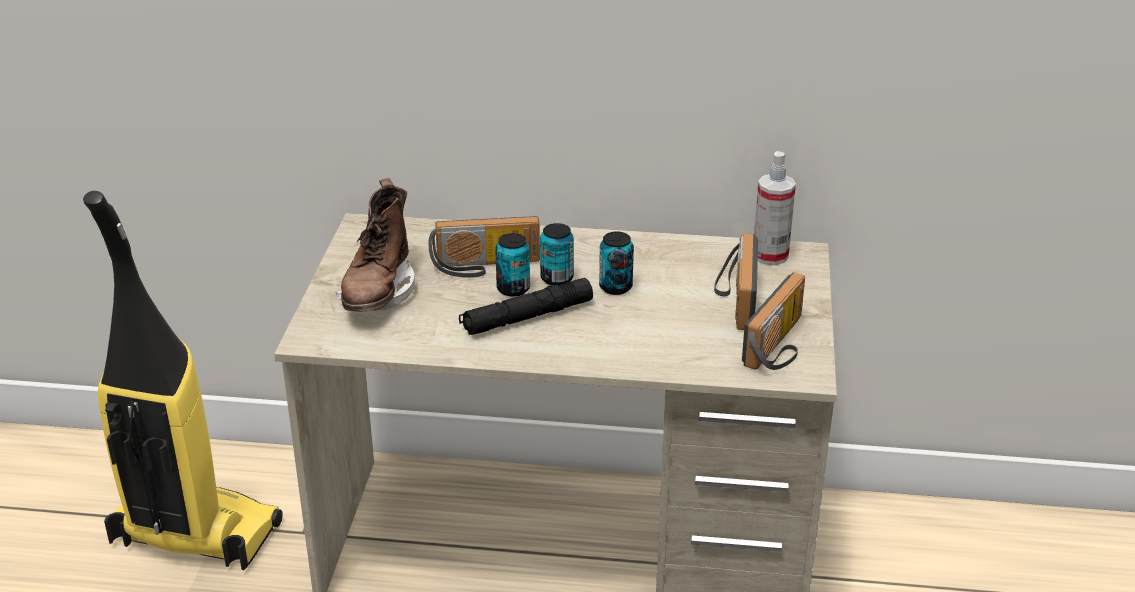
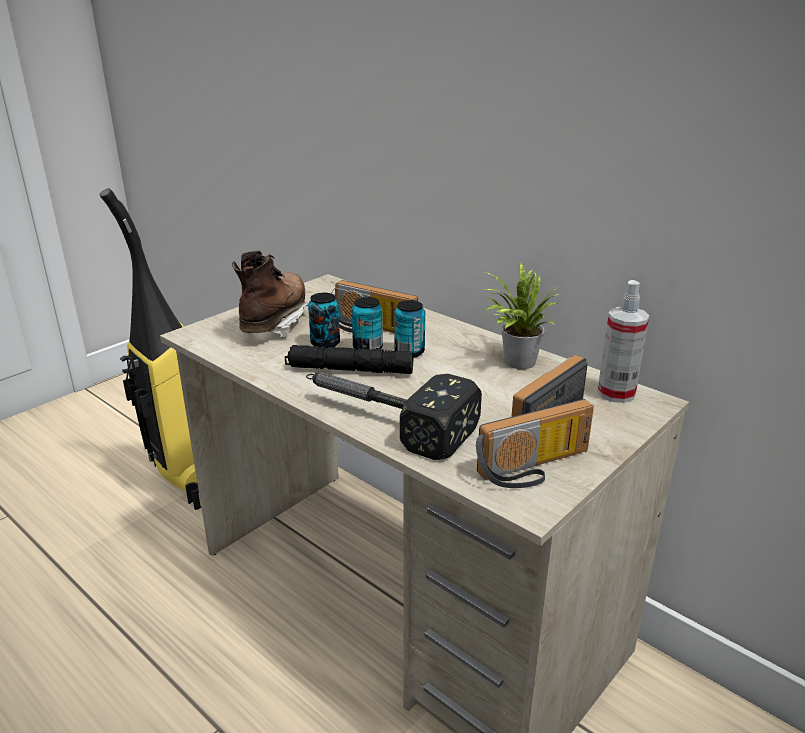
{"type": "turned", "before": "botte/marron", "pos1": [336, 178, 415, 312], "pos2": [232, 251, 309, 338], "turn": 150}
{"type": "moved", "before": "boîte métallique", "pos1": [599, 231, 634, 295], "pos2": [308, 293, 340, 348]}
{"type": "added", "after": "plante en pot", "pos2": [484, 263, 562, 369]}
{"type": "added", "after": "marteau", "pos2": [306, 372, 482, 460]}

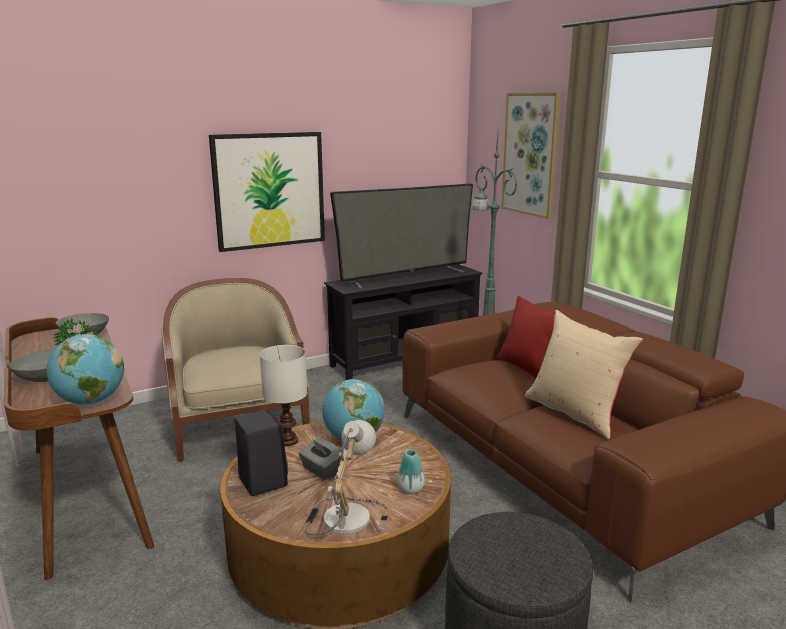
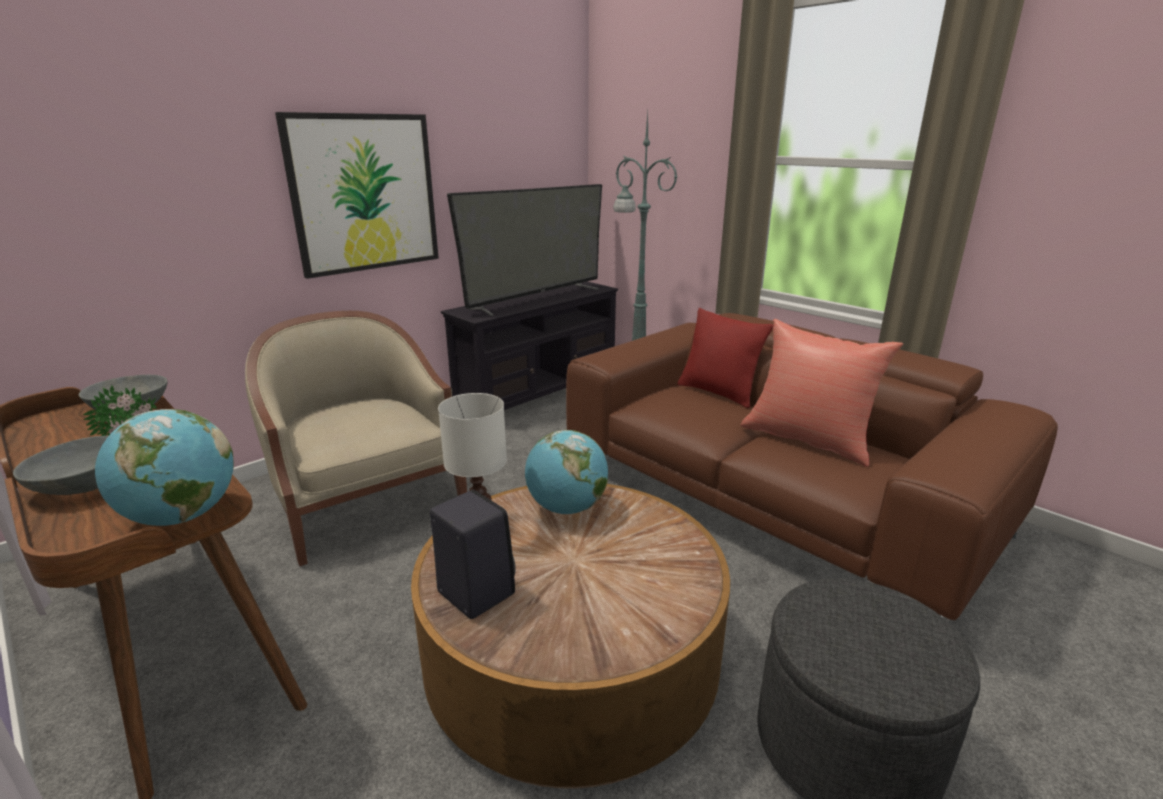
{"type": "removed", "before": "tableau", "pos1": [501, 92, 561, 219]}
{"type": "recoloured", "before": "coussin/beige", "after": "coussin/rouge", "pos1": [525, 310, 643, 440], "pos2": [741, 319, 903, 467]}
{"type": "removed", "before": "lampe de table", "pos1": [305, 420, 388, 535]}
{"type": "removed", "before": "boîte à mouchoirs/gris", "pos1": [298, 439, 342, 480]}
{"type": "removed", "before": "vase", "pos1": [397, 450, 425, 494]}

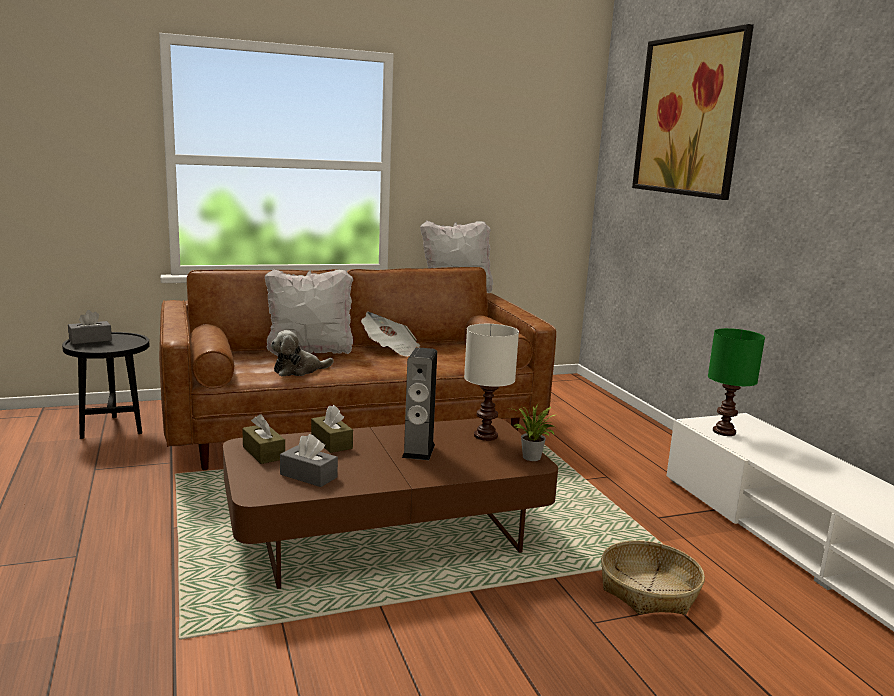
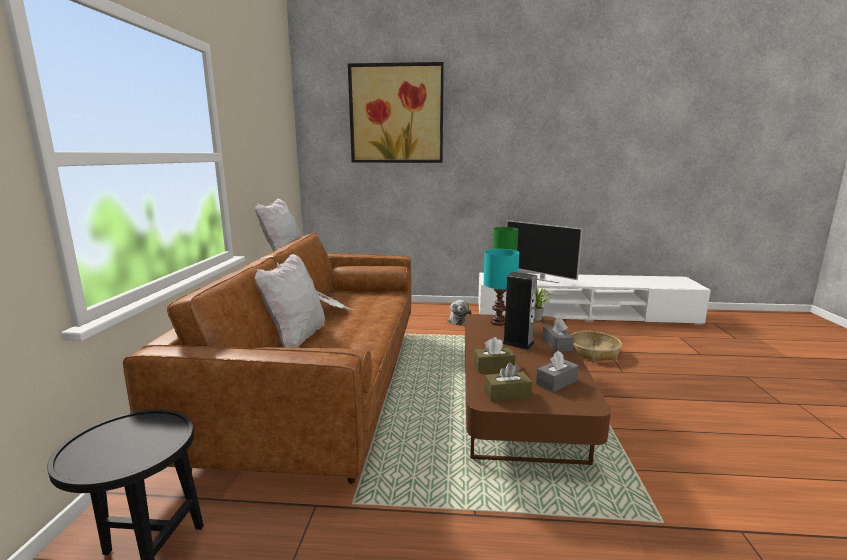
{"type": "moved", "before": "boîte à mouchoirs/gris", "pos1": [68, 310, 112, 344], "pos2": [542, 318, 574, 352]}
{"type": "recoloured", "before": "lampe de table/blanc", "after": "lampe de table/turquoise", "pos1": [464, 324, 519, 441], "pos2": [484, 249, 519, 326]}
{"type": "moved", "before": "peluche", "pos1": [271, 330, 334, 376], "pos2": [448, 300, 471, 325]}
{"type": "added", "after": "téléviseur", "pos2": [506, 220, 583, 283]}

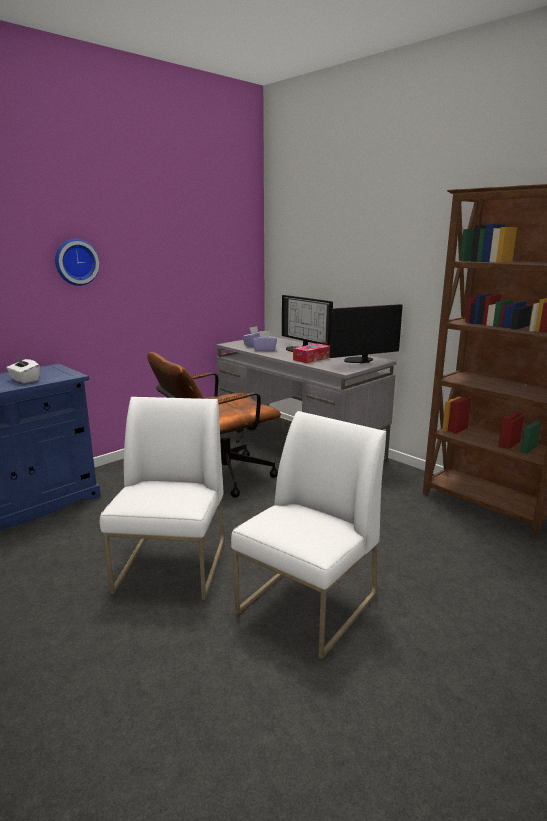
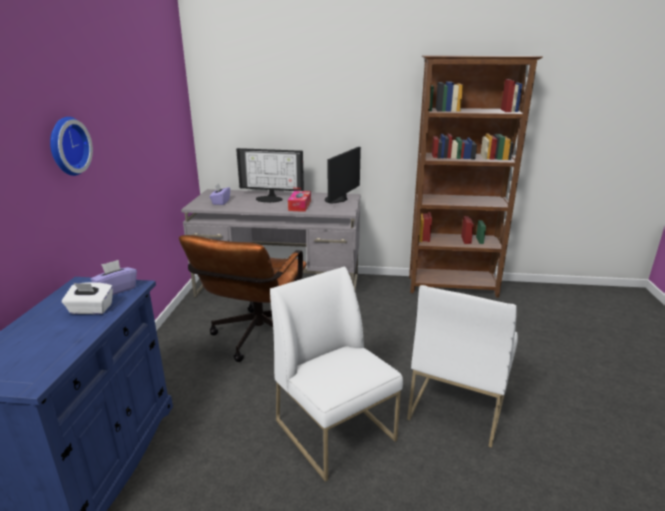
{"type": "moved", "before": "boîte à mouchoirs/violet", "pos1": [252, 331, 277, 351], "pos2": [91, 260, 137, 295]}
{"type": "turned", "before": "chaise/blanc", "pos1": [231, 411, 386, 659], "pos2": [407, 285, 518, 448], "turn": -150}

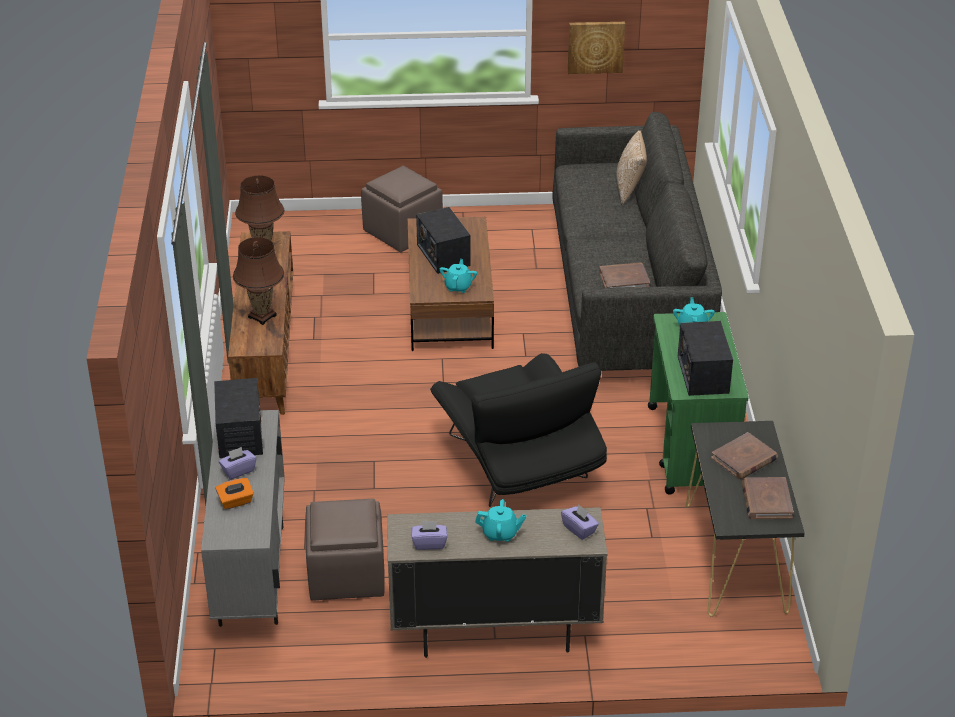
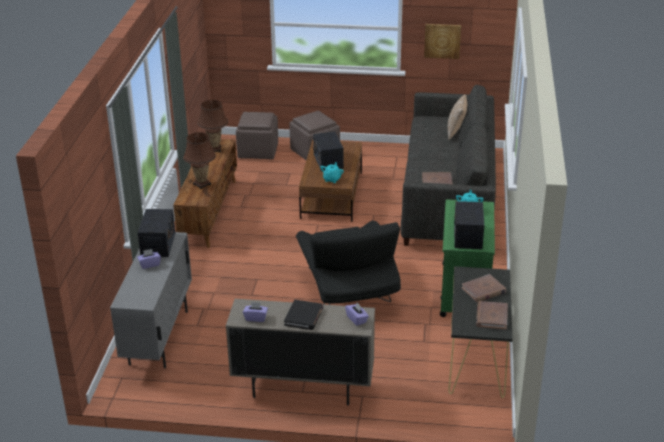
{"type": "removed", "before": "boîte à mouchoirs/orange", "pos1": [215, 478, 254, 509]}
{"type": "moved", "before": "pouf/marron", "pos1": [306, 499, 385, 601], "pos2": [236, 112, 278, 160]}
{"type": "replaced", "before": "théière/turquoise", "after": "livre/noir", "pos1": [475, 499, 526, 542], "pos2": [284, 300, 323, 330]}

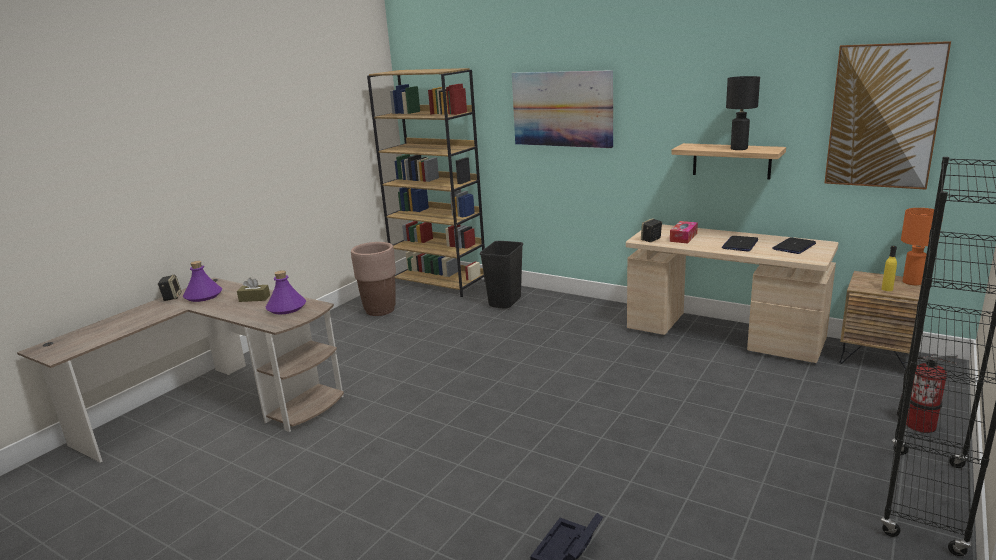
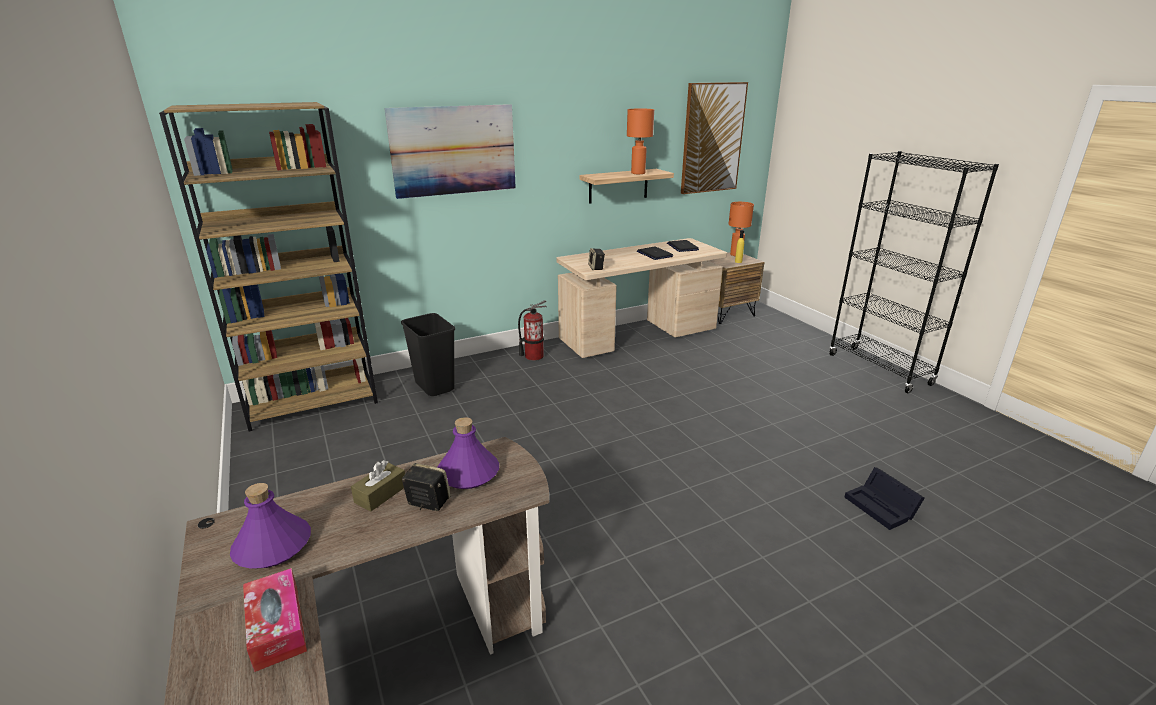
{"type": "recoloured", "before": "lampe de table/noir", "after": "lampe de table/orange", "pos1": [726, 76, 760, 150], "pos2": [627, 109, 654, 174]}
{"type": "moved", "before": "boîte à mouchoirs", "pos1": [670, 221, 698, 243], "pos2": [243, 568, 307, 672]}
{"type": "removed", "before": "cache-pot/marron", "pos1": [351, 242, 396, 316]}
{"type": "moved", "before": "enceinte", "pos1": [158, 274, 182, 301], "pos2": [402, 463, 451, 511]}
{"type": "moved", "before": "extincteur", "pos1": [897, 353, 958, 433], "pos2": [518, 300, 547, 361]}

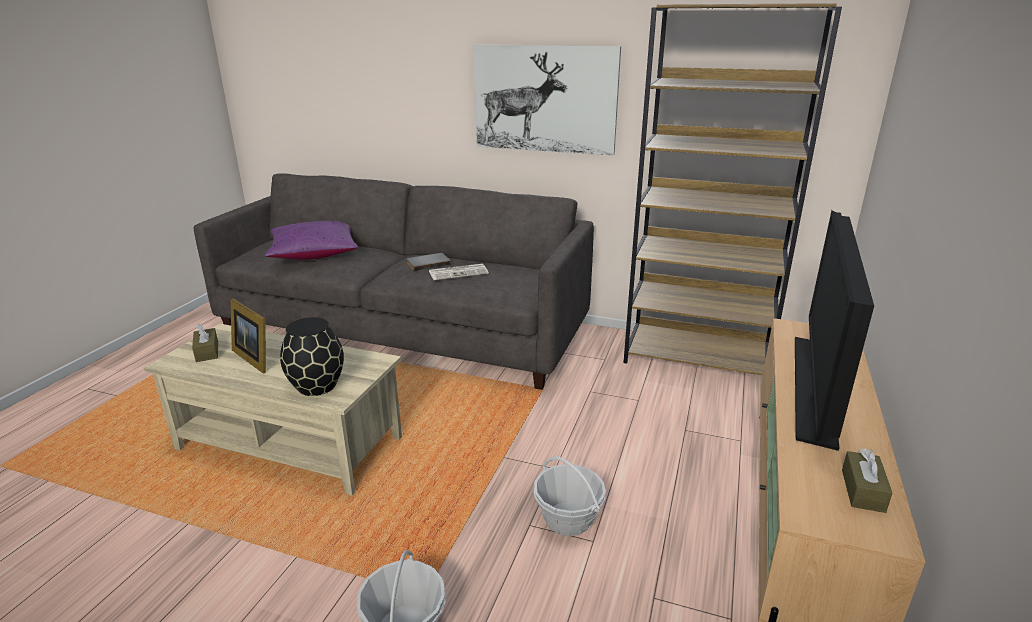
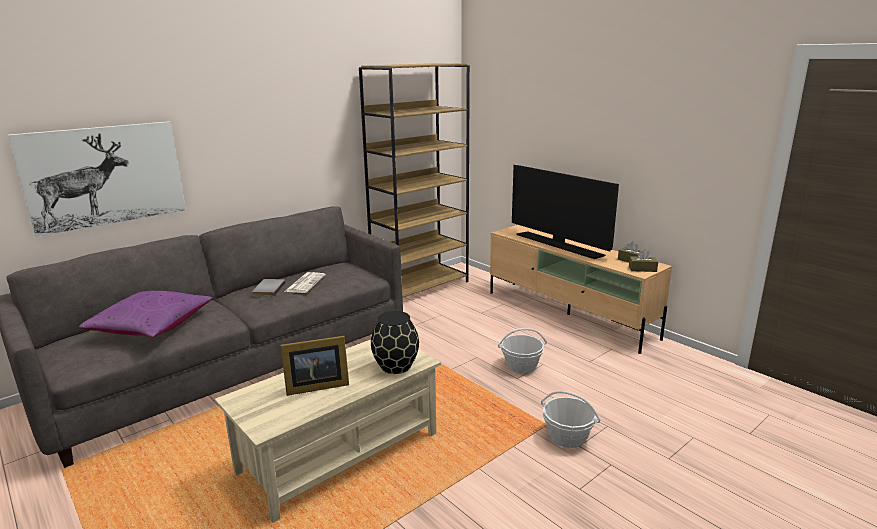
{"type": "moved", "before": "tableau", "pos1": [474, 44, 621, 156], "pos2": [8, 121, 186, 237]}
{"type": "moved", "before": "boîte à mouchoirs/marron", "pos1": [192, 323, 218, 362], "pos2": [629, 249, 658, 272]}

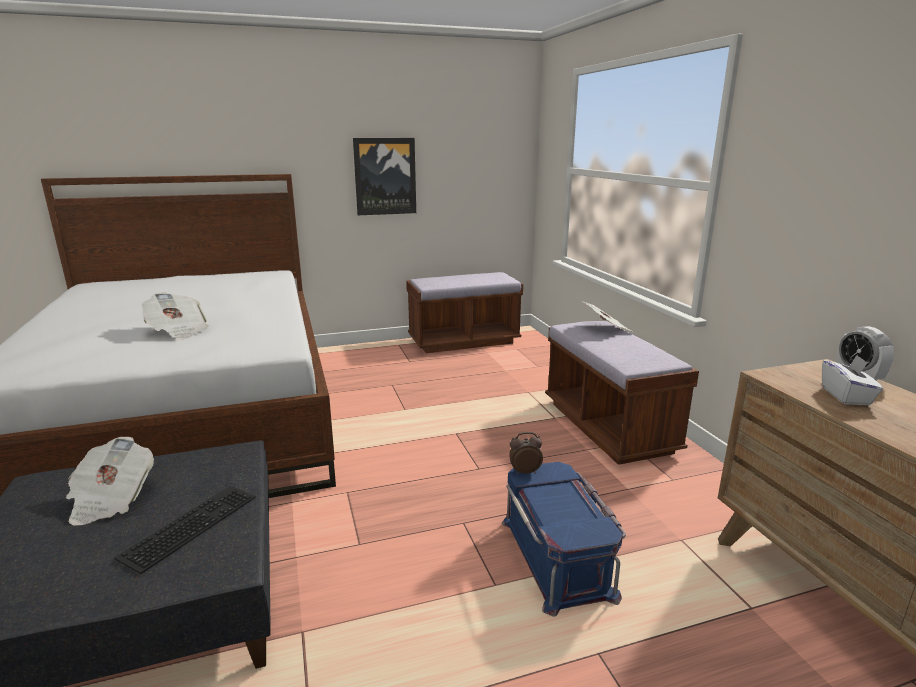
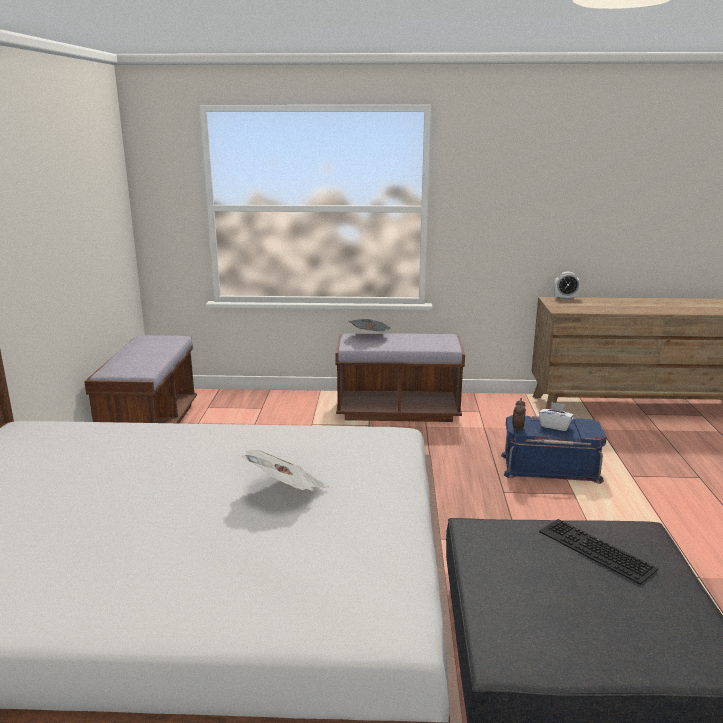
{"type": "removed", "before": "tableau", "pos1": [353, 138, 416, 215]}
{"type": "moved", "before": "boîte à mouchoirs/blanc", "pos1": [822, 355, 883, 405], "pos2": [539, 402, 574, 431]}
{"type": "removed", "before": "journal", "pos1": [66, 437, 154, 526]}

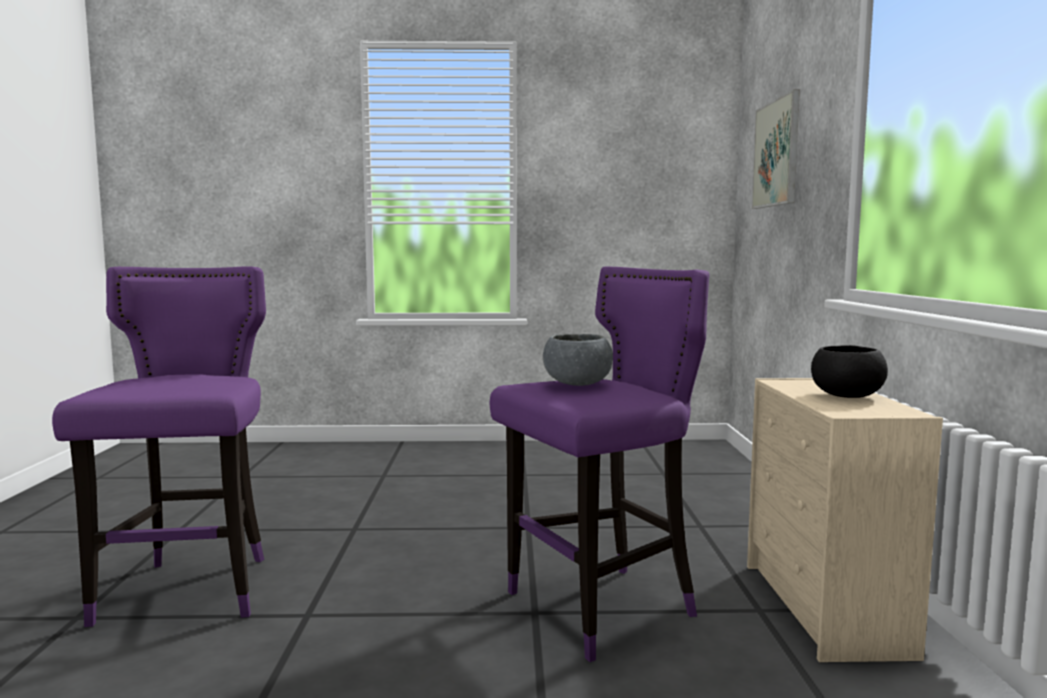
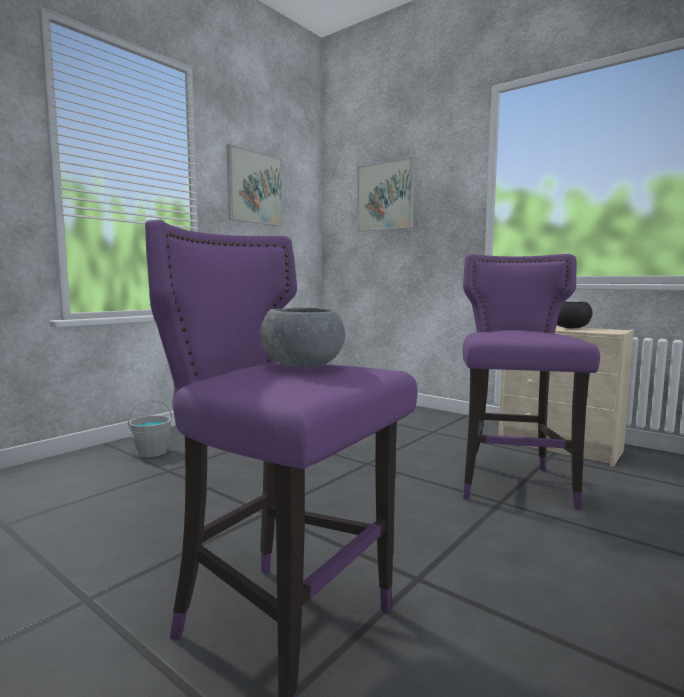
{"type": "moved", "before": "bol/gris", "pos1": [543, 334, 613, 386], "pos2": [260, 307, 345, 368]}
{"type": "added", "after": "tableau", "pos2": [227, 144, 283, 226]}
{"type": "added", "after": "seau/gris", "pos2": [128, 400, 172, 457]}

